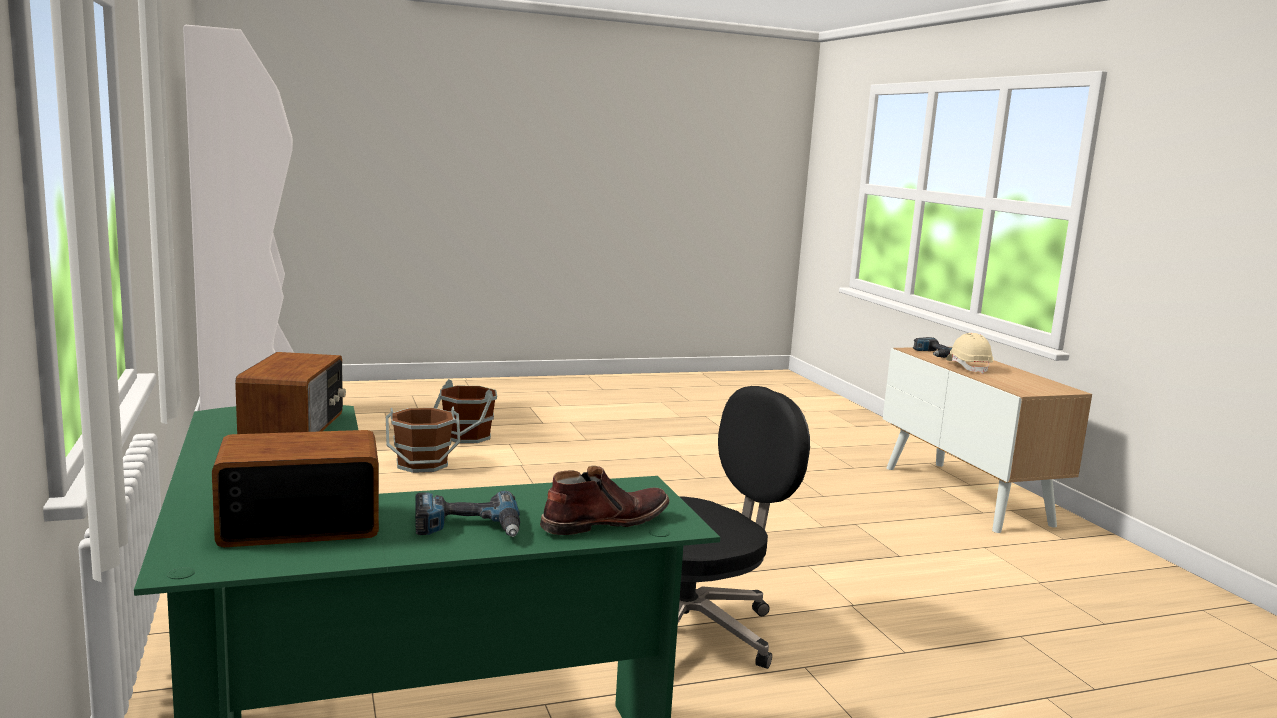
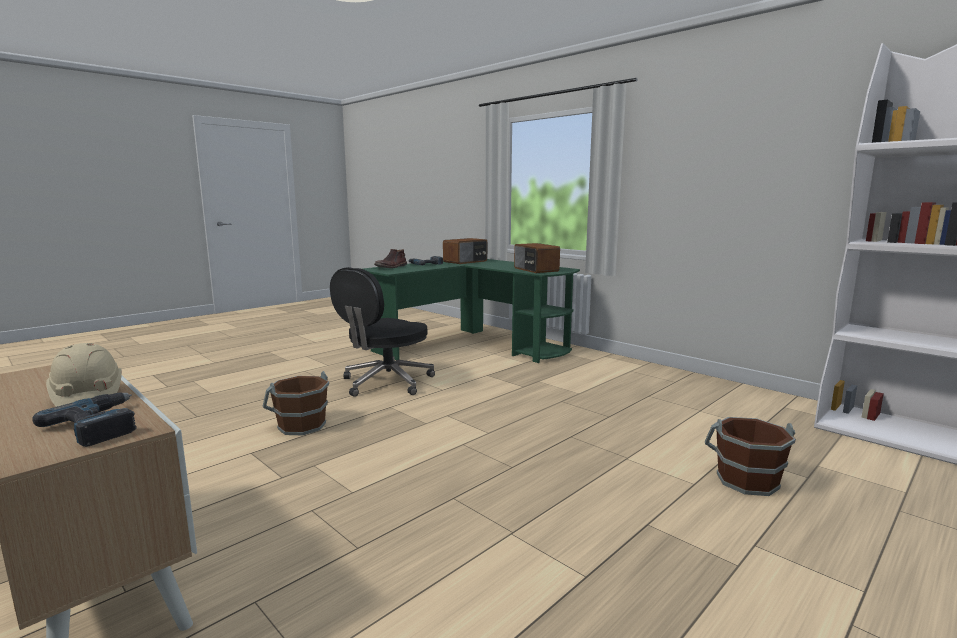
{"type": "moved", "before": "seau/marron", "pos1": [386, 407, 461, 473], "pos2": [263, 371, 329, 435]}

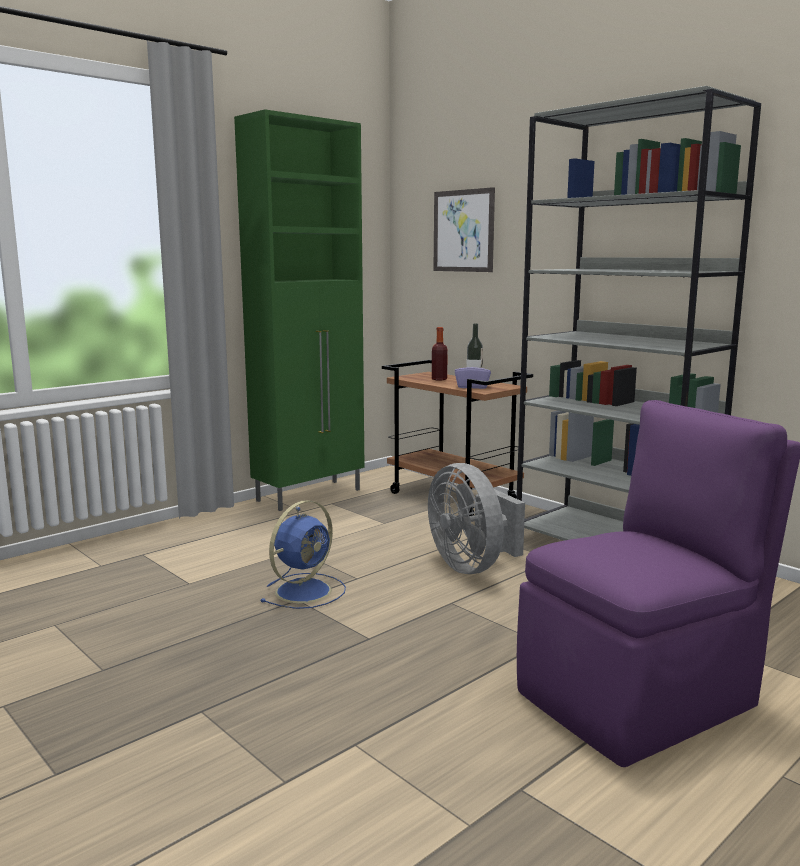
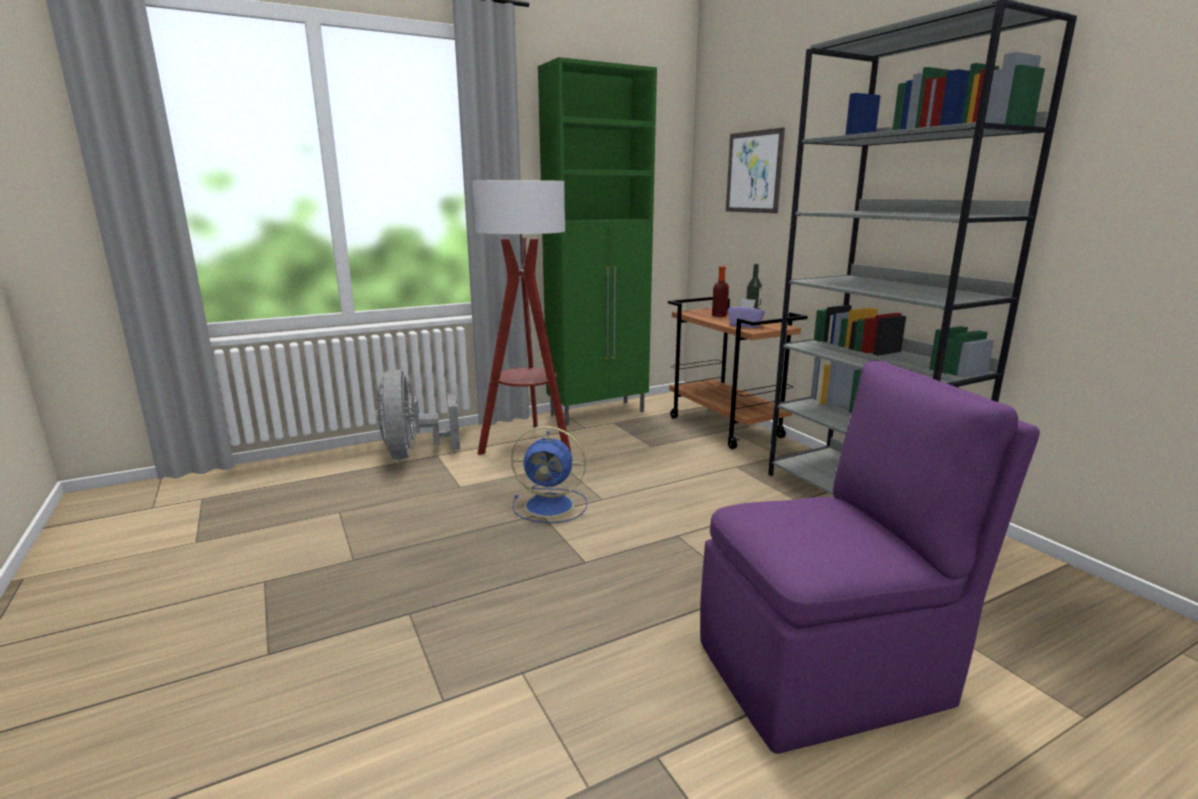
{"type": "moved", "before": "ventilateur/gris", "pos1": [428, 463, 525, 574], "pos2": [377, 369, 460, 460]}
{"type": "turned", "before": "ventilateur/bleu", "pos1": [261, 500, 346, 609], "pos2": [511, 426, 587, 523], "turn": 45}
{"type": "added", "after": "lampadaire", "pos2": [472, 180, 571, 455]}

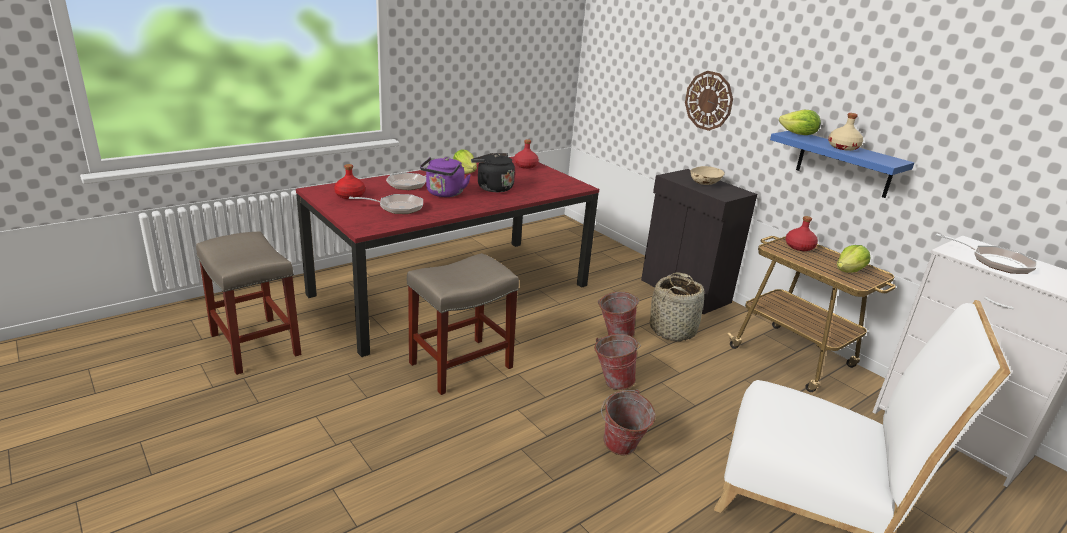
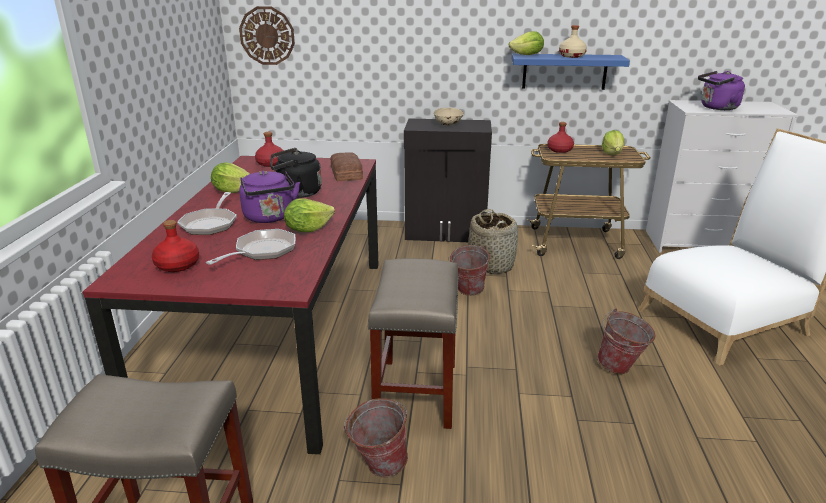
{"type": "moved", "before": "horloge murale", "pos1": [685, 71, 733, 131], "pos2": [239, 6, 295, 65]}
{"type": "replaced", "before": "poêle", "after": "bouilloire/violet", "pos1": [935, 233, 1037, 274], "pos2": [698, 71, 745, 110]}
{"type": "moved", "before": "seau", "pos1": [594, 334, 641, 390], "pos2": [343, 398, 408, 477]}
{"type": "added", "after": "pain", "pos2": [330, 152, 363, 181]}
{"type": "added", "after": "laitue", "pos2": [284, 198, 335, 232]}

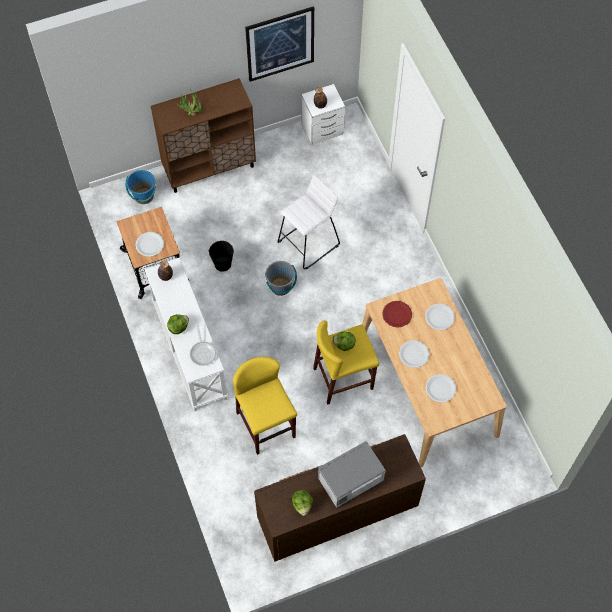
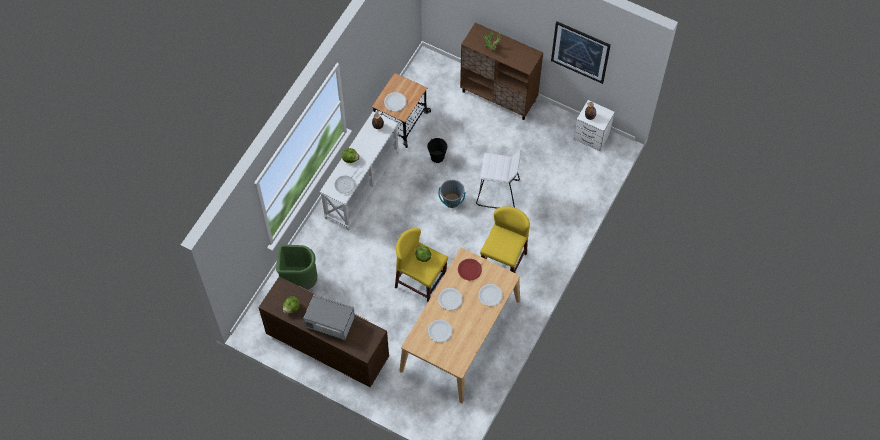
{"type": "removed", "before": "seau/bleu", "pos1": [126, 170, 156, 204]}
{"type": "moved", "before": "tabouret/jaune", "pos1": [233, 357, 297, 455], "pos2": [480, 206, 530, 273]}
{"type": "added", "after": "poubelle/vert", "pos2": [276, 245, 317, 290]}

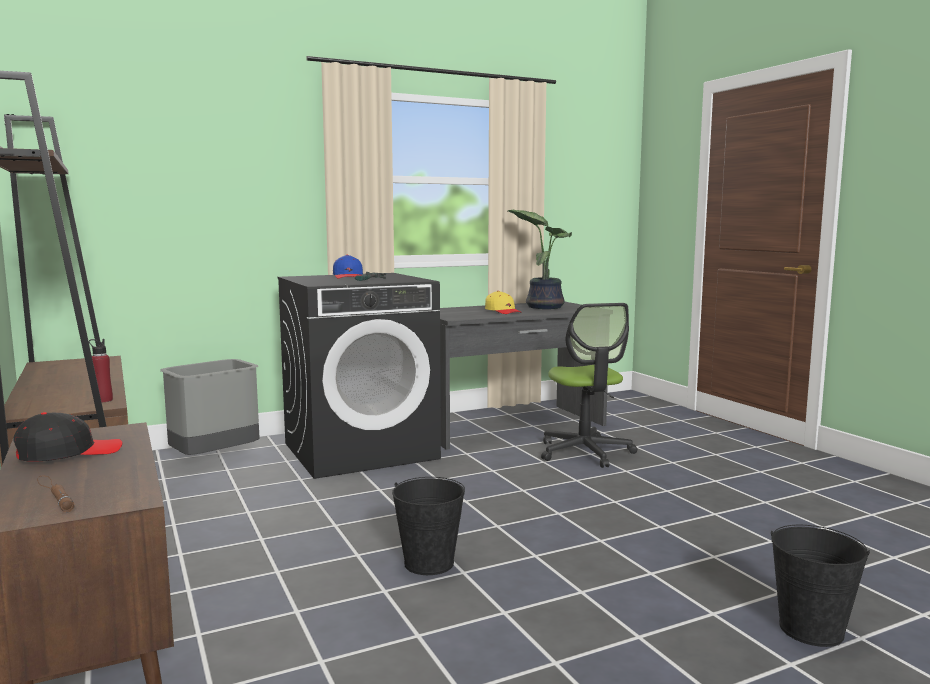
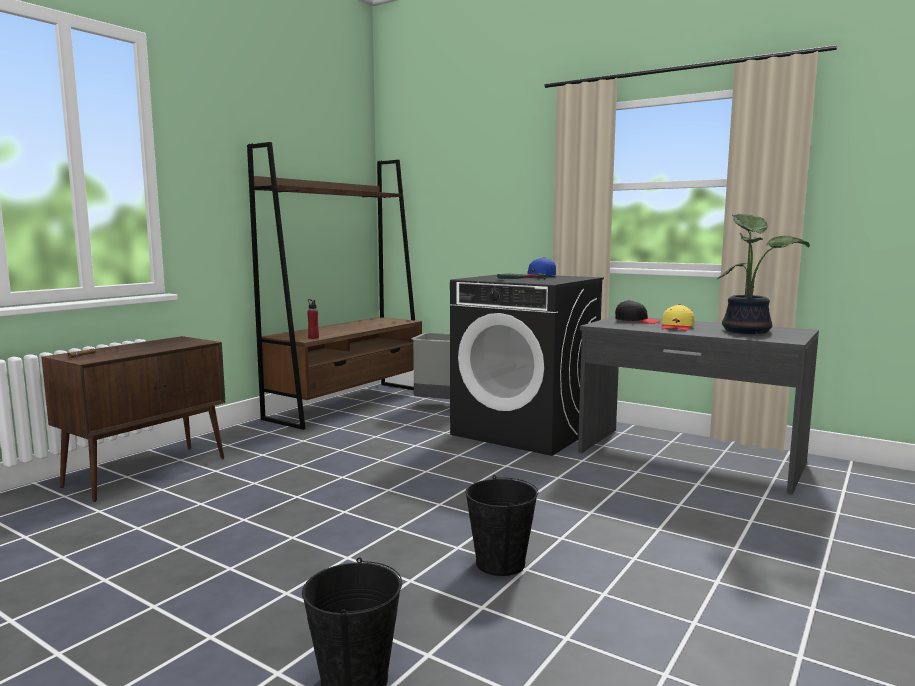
{"type": "removed", "before": "chaise de bureau", "pos1": [541, 303, 637, 468]}
{"type": "moved", "before": "casquette/noir", "pos1": [13, 412, 122, 462], "pos2": [615, 300, 661, 324]}
{"type": "moved", "before": "seau/noir", "pos1": [392, 477, 465, 575], "pos2": [465, 475, 538, 576]}

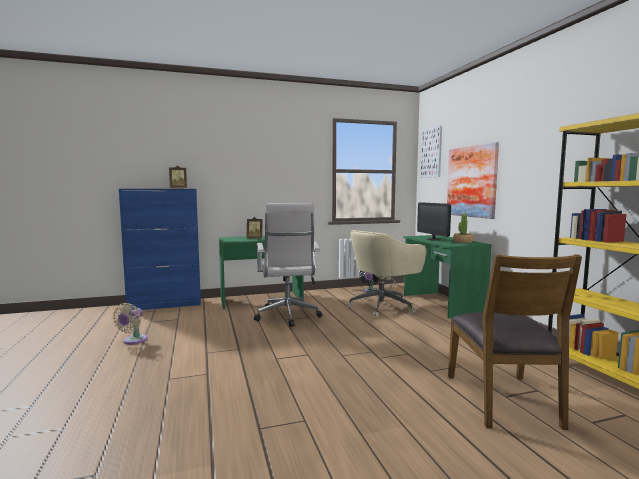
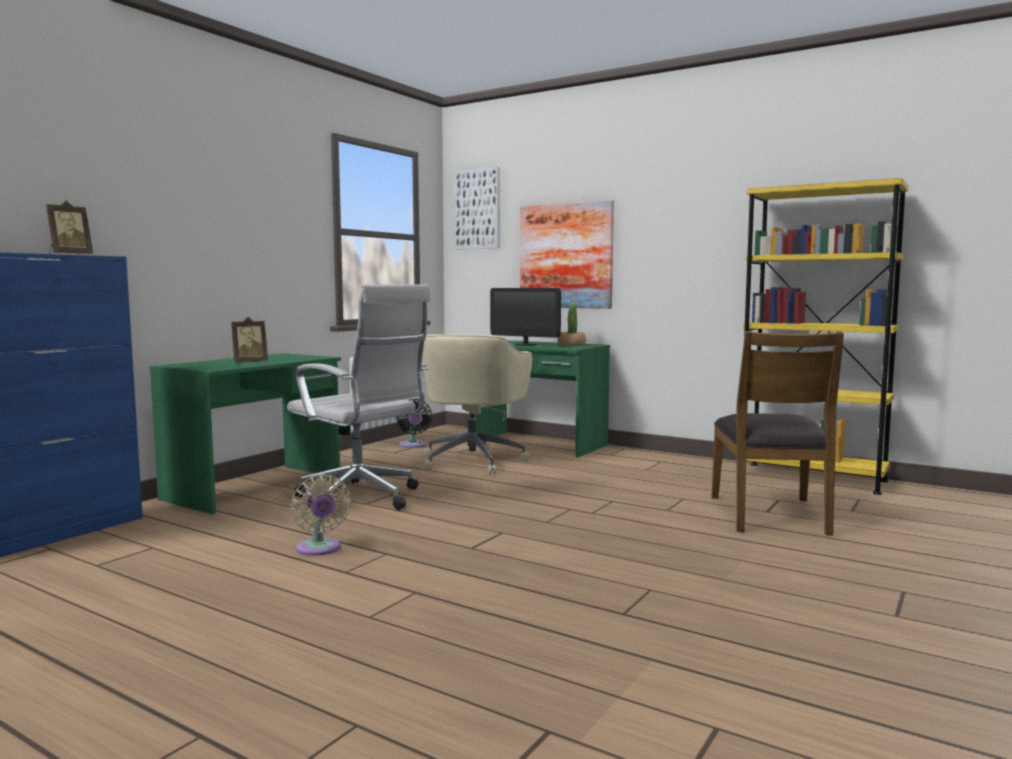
{"type": "turned", "before": "chaise/marron", "pos1": [448, 254, 582, 430], "pos2": [712, 331, 844, 536], "turn": 45}
{"type": "moved", "before": "ventilateur/beige", "pos1": [113, 303, 148, 344], "pos2": [290, 474, 351, 556]}

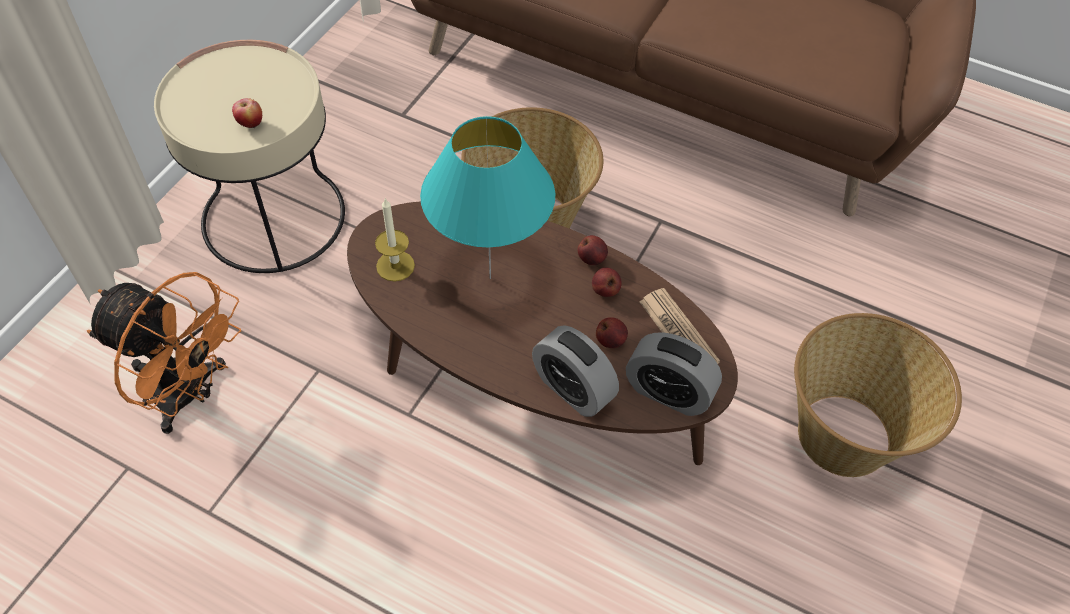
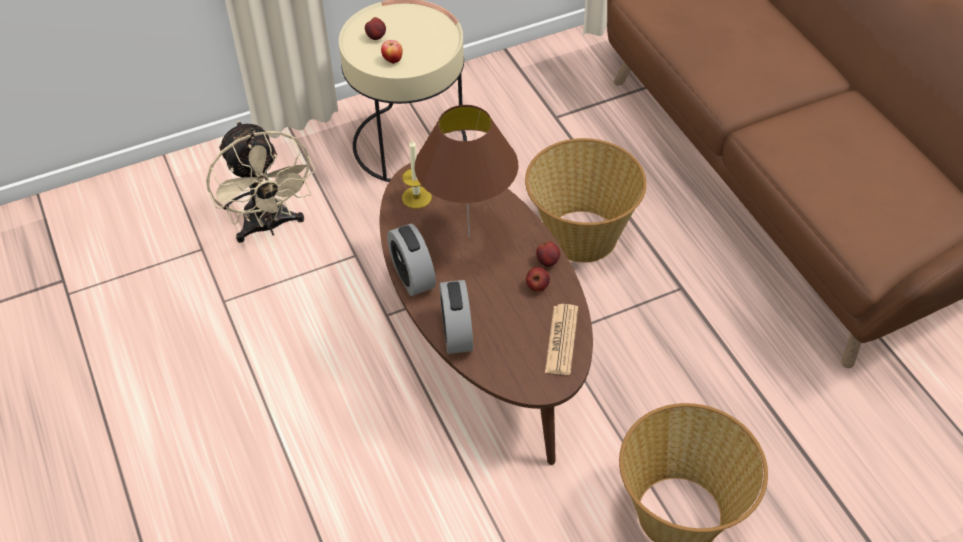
{"type": "recoloured", "before": "lampe de table/turquoise", "after": "lampe de table/marron", "pos1": [420, 116, 555, 279], "pos2": [415, 105, 518, 238]}
{"type": "recoloured", "before": "ventilateur/orange", "after": "ventilateur/beige", "pos1": [87, 272, 241, 434], "pos2": [206, 121, 315, 243]}
{"type": "moved", "before": "pomme", "pos1": [596, 317, 628, 348], "pos2": [365, 17, 386, 40]}
{"type": "moved", "before": "réveil", "pos1": [626, 333, 722, 416], "pos2": [387, 224, 436, 296]}

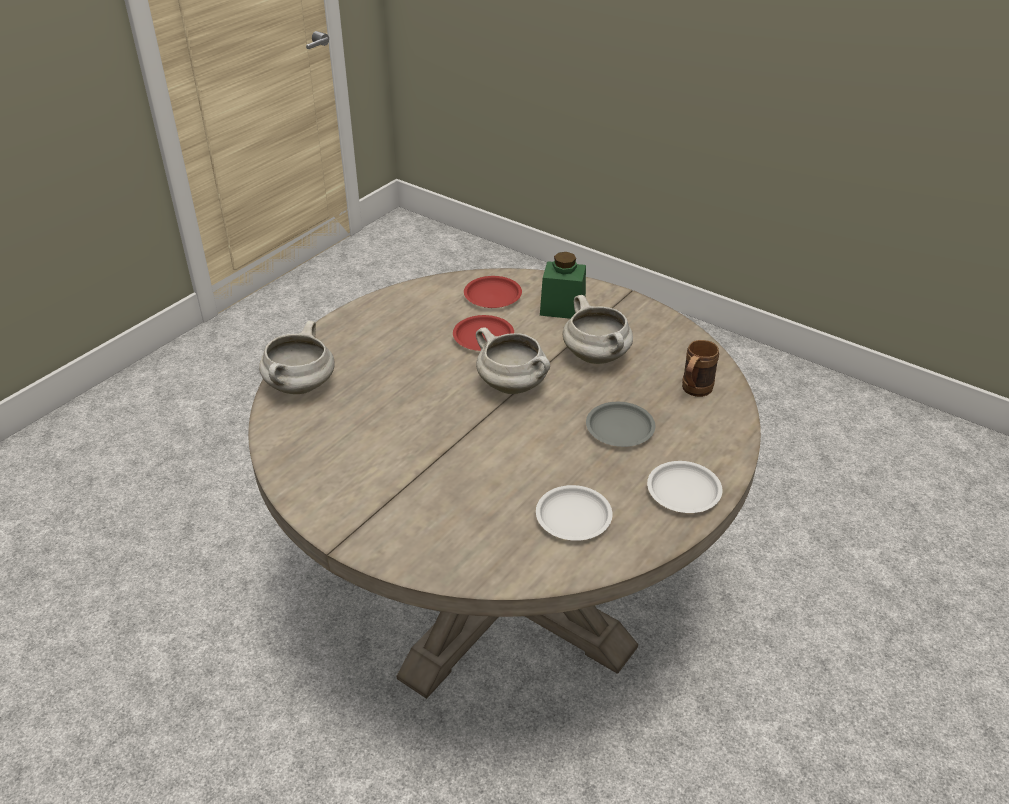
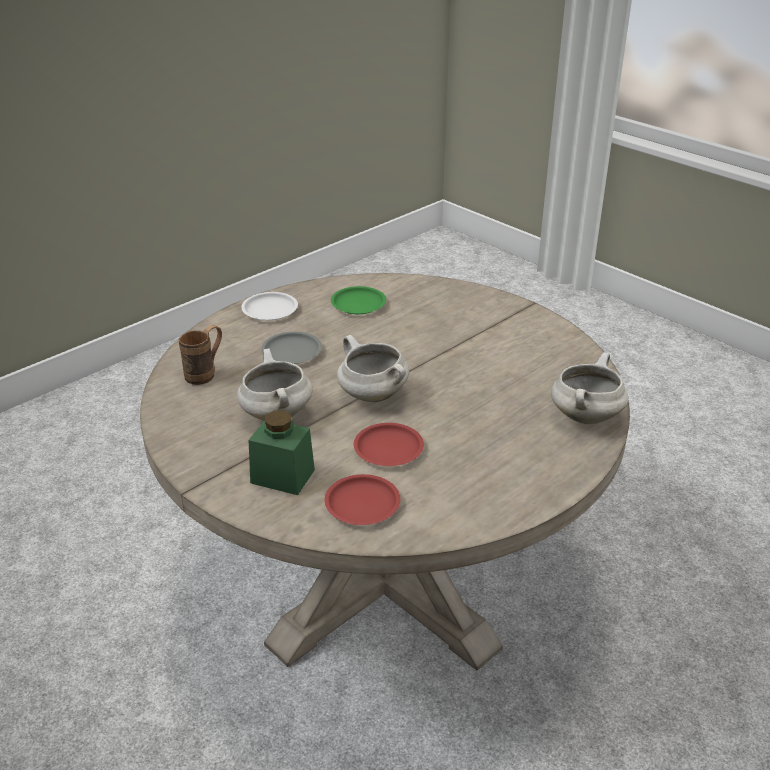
{"type": "recoloured", "before": "assiette/blanc", "after": "assiette/vert", "pos1": [536, 485, 612, 541], "pos2": [331, 286, 386, 314]}

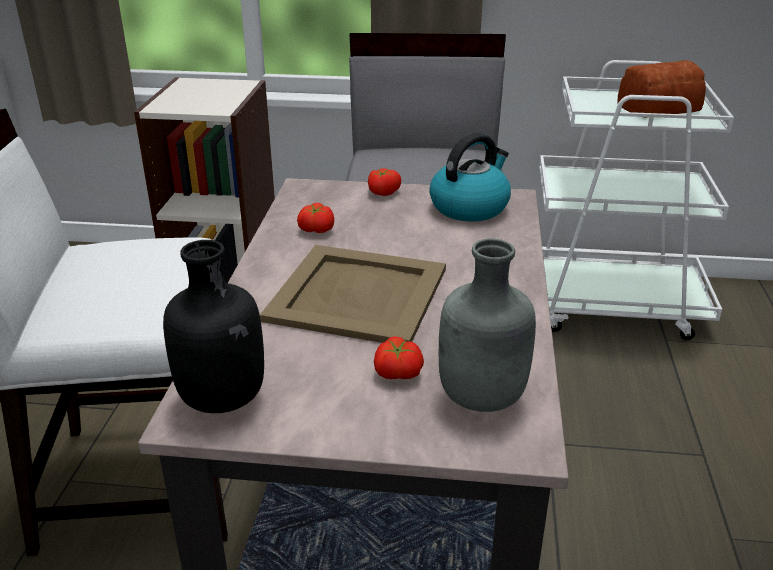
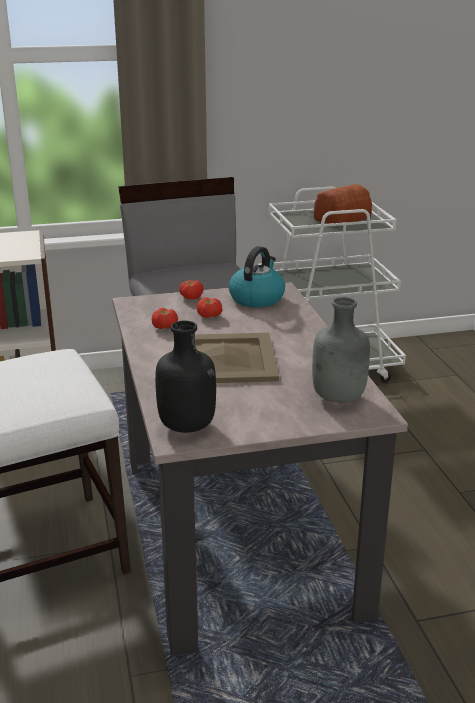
{"type": "moved", "before": "tomate", "pos1": [374, 336, 424, 379], "pos2": [196, 297, 222, 318]}

